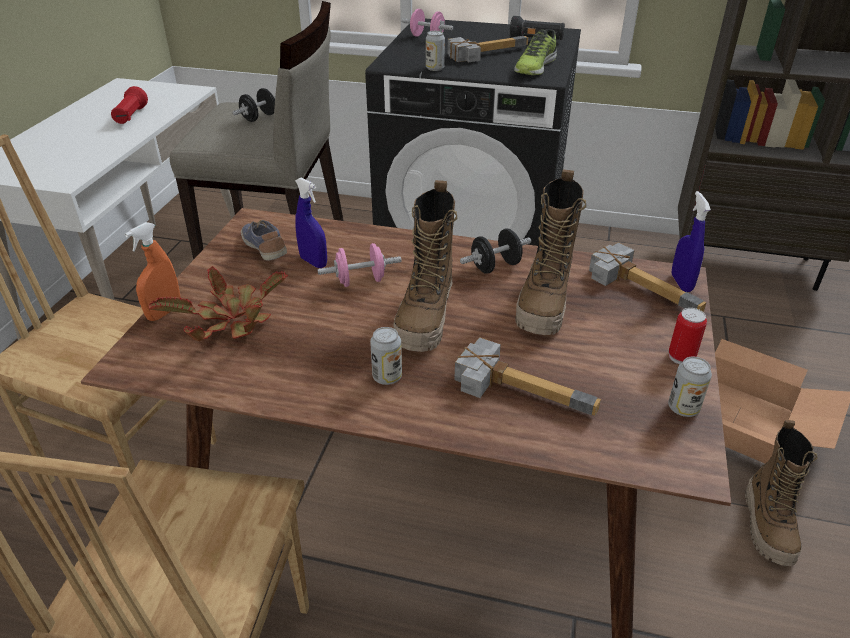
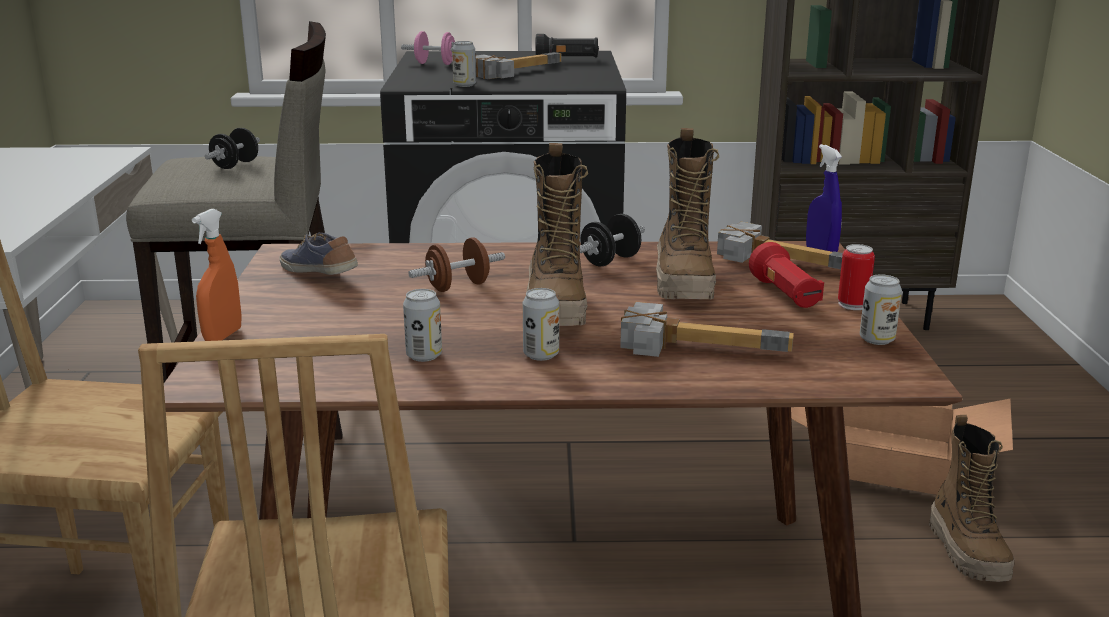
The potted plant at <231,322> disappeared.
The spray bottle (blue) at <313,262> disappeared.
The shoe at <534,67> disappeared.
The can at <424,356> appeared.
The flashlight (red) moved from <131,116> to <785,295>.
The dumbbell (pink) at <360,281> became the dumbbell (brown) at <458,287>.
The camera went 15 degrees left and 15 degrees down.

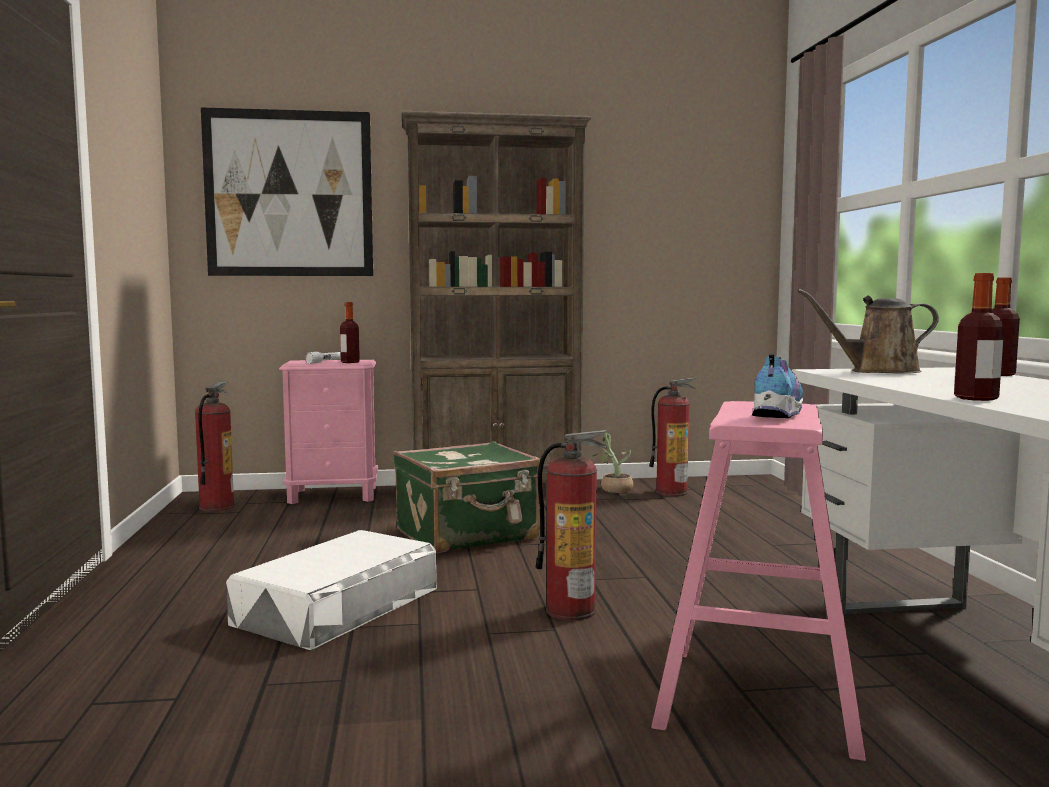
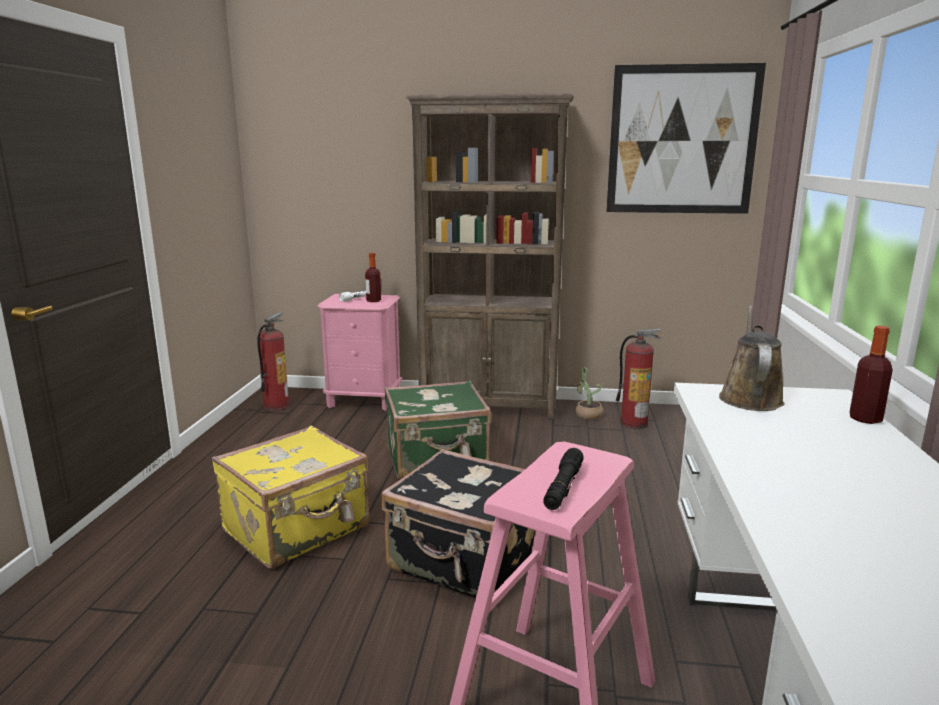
The bottle at <976,398> disappeared.
The picture moved from <289,194> to <682,140>.
The storage box (white) at <337,605> was replaced by the suitcase (yellow) at <298,529>.
The fire extinguisher at <571,610> was replaced by the suitcase (black) at <465,562>.
The shoe at <776,415> was replaced by the flashlight (black) at <563,487>.
The watering can (brown) at <878,371> turned 90 degrees clockwise.
The camera went 15 degrees right and 10 degrees up.

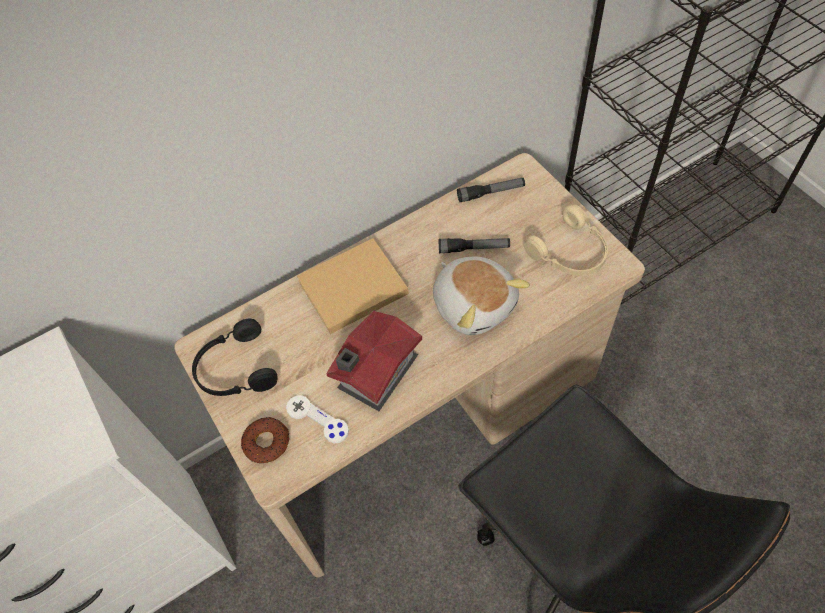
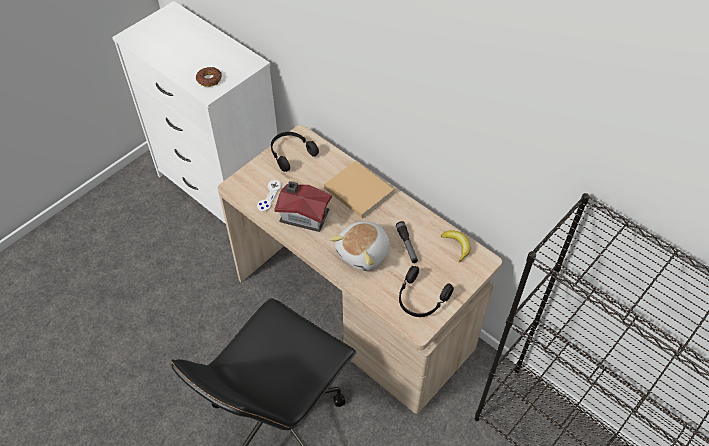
The donut moved from <266,442> to <209,79>.
The flashlight at <491,193> was replaced by the banana at <457,246>.
The headphones (beige) at <570,253> became the headphones (black) at <421,299>.
The camera went 70 degrees right and 5 degrees down.

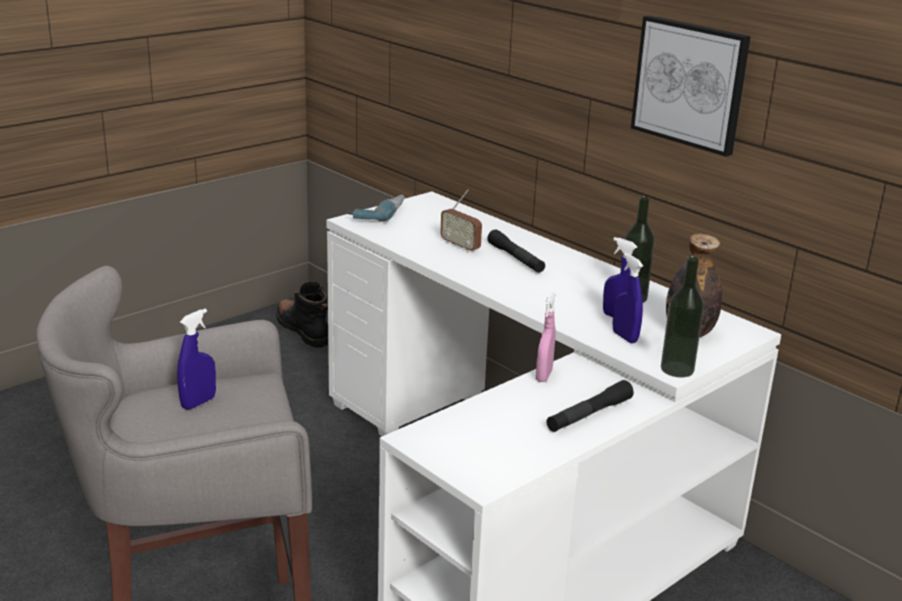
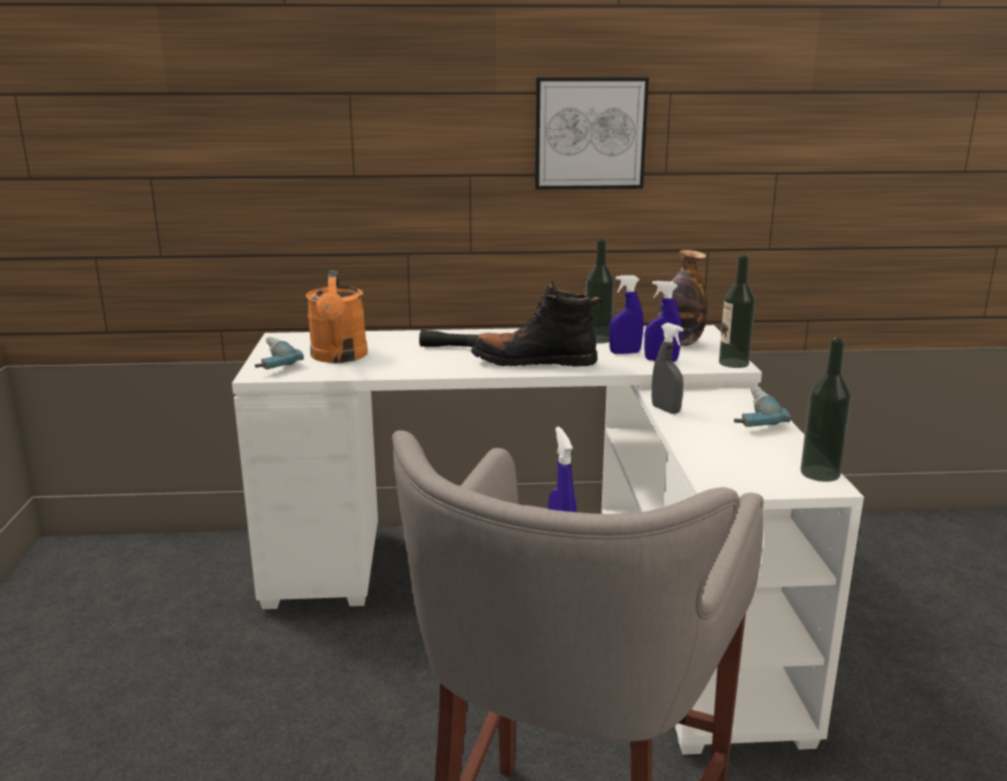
The radio at <460,246> disappeared.
The watering can (orange) at <339,357> appeared.
The bottle at <820,473> appeared.
The boot (black) moved from <303,331> to <534,362>.
The flashlight (black) at <589,415> was replaced by the power drill at <749,416>.
The spray bottle (pink) at <543,376> became the spray bottle (grey) at <665,409>.
The camera went 50 degrees left and 5 degrees down.

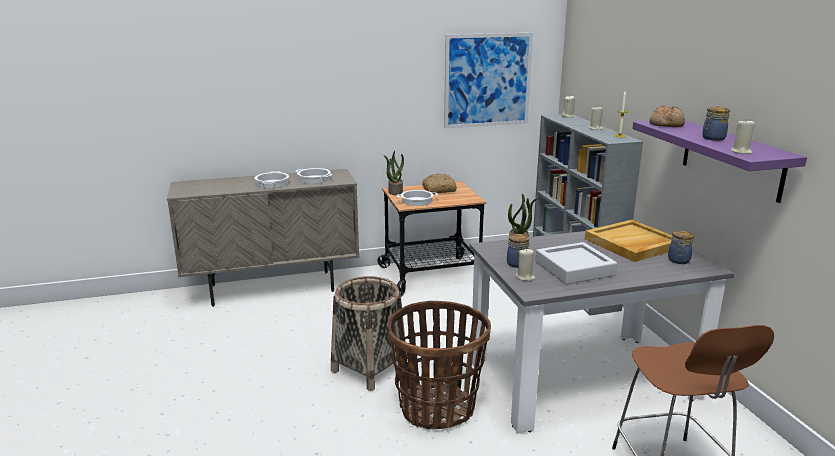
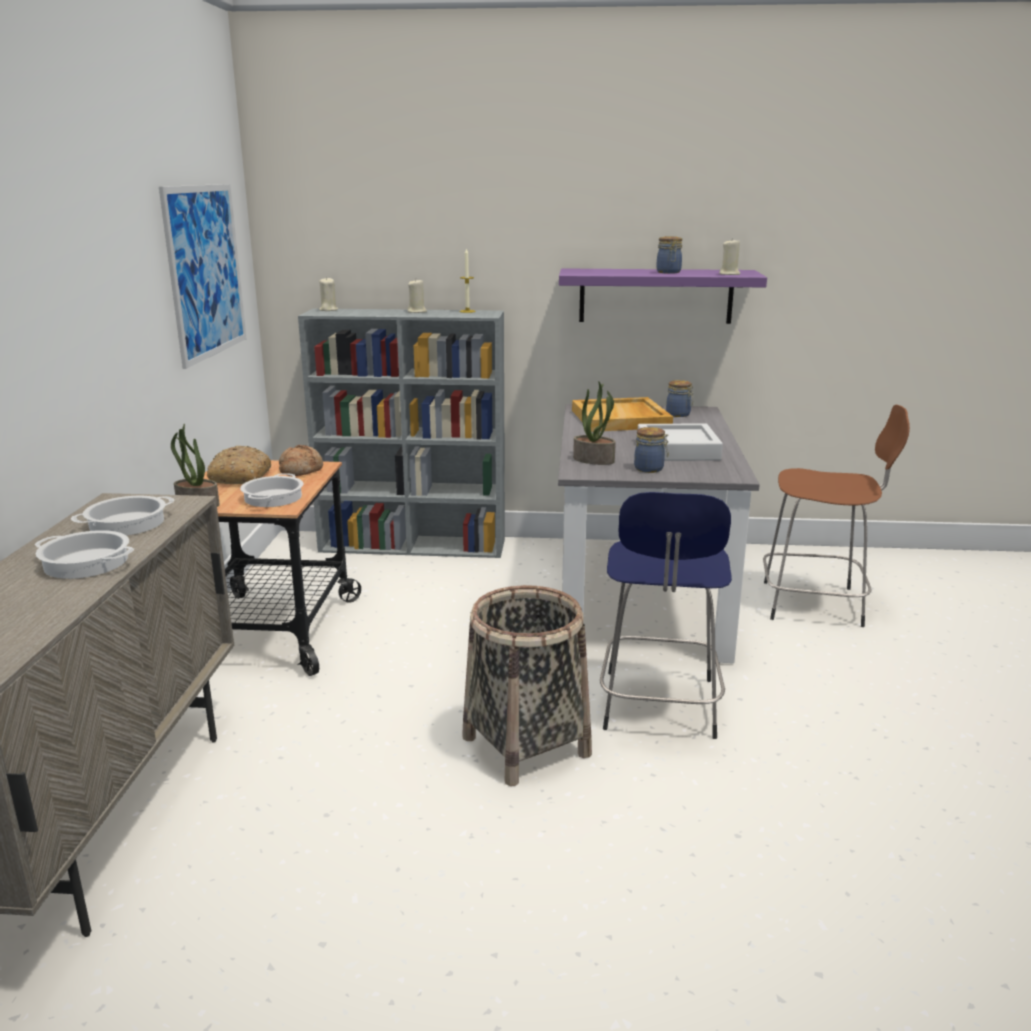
The candle (beige) at <525,277> disappeared.
The bread moved from <666,124> to <301,470>.
The basket at <437,408> was replaced by the stool (blue) at <659,707>.
The camera went 70 degrees left and 0 degrees up.

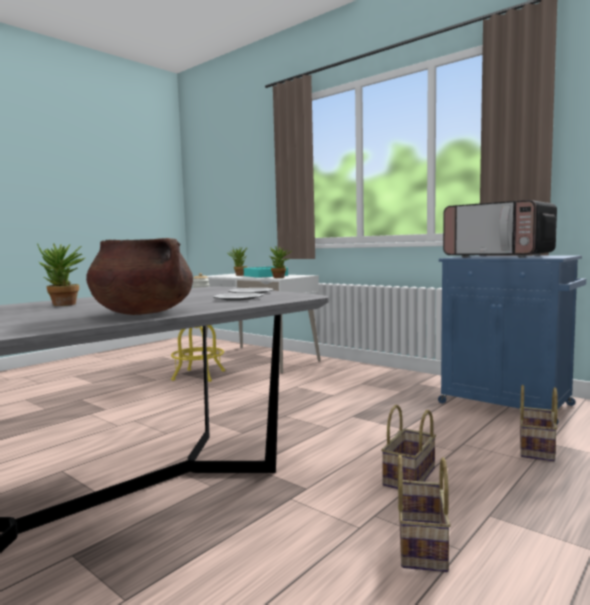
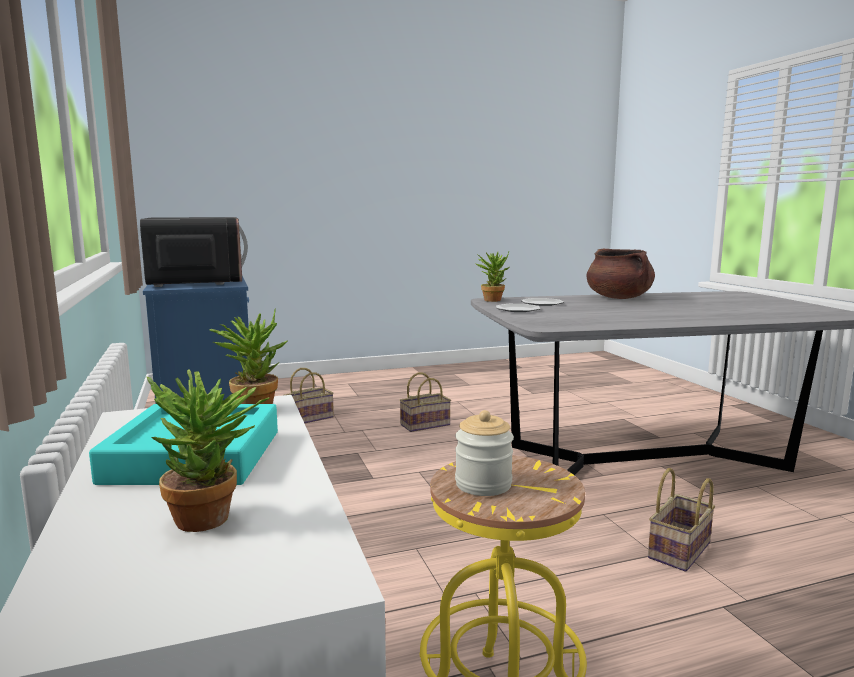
The potted plant moved from <64,305> to <492,300>.
The basket moved from <420,543> to <680,551>.
The camera went 150 degrees left and 5 degrees up.

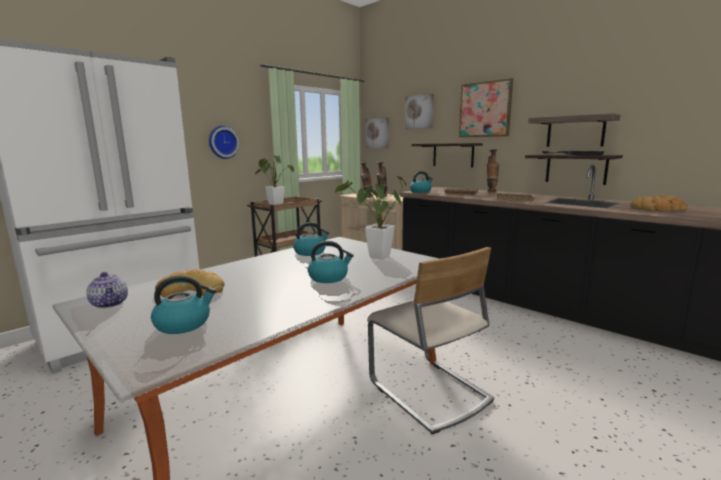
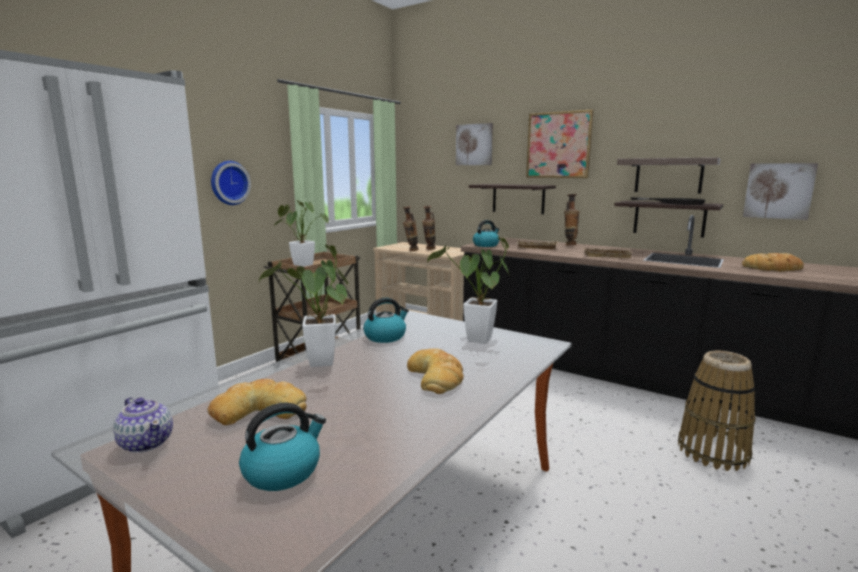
The chair (beige) at <428,392> disappeared.
The potted plant at <321,365> appeared.
The basket at <713,452> appeared.
The picture moved from <377,133> to <778,191>.
The kettle at <329,277> was replaced by the bread at <436,376>.
The camera went 10 degrees left and 0 degrees up.

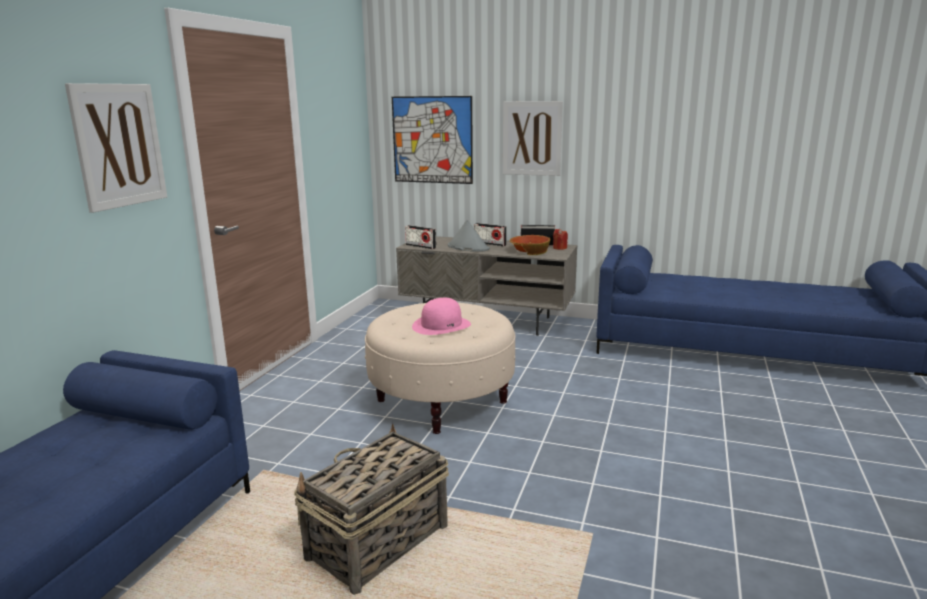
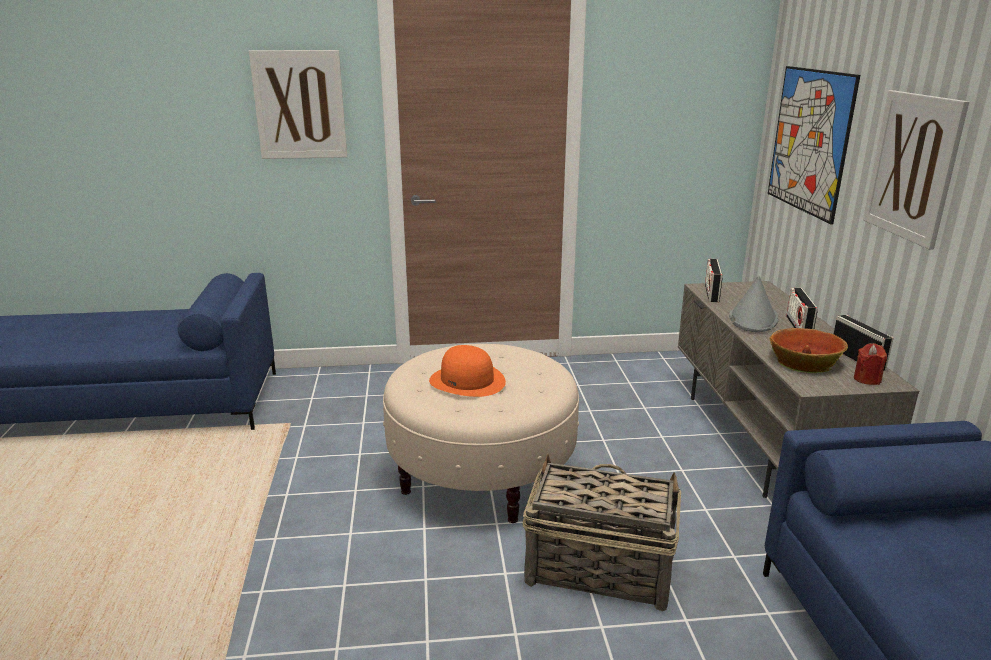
The basket moved from <376,543> to <597,568>.
The hat (pink) at <441,325> became the hat (orange) at <467,381>.
The camera went 65 degrees right and 5 degrees up.

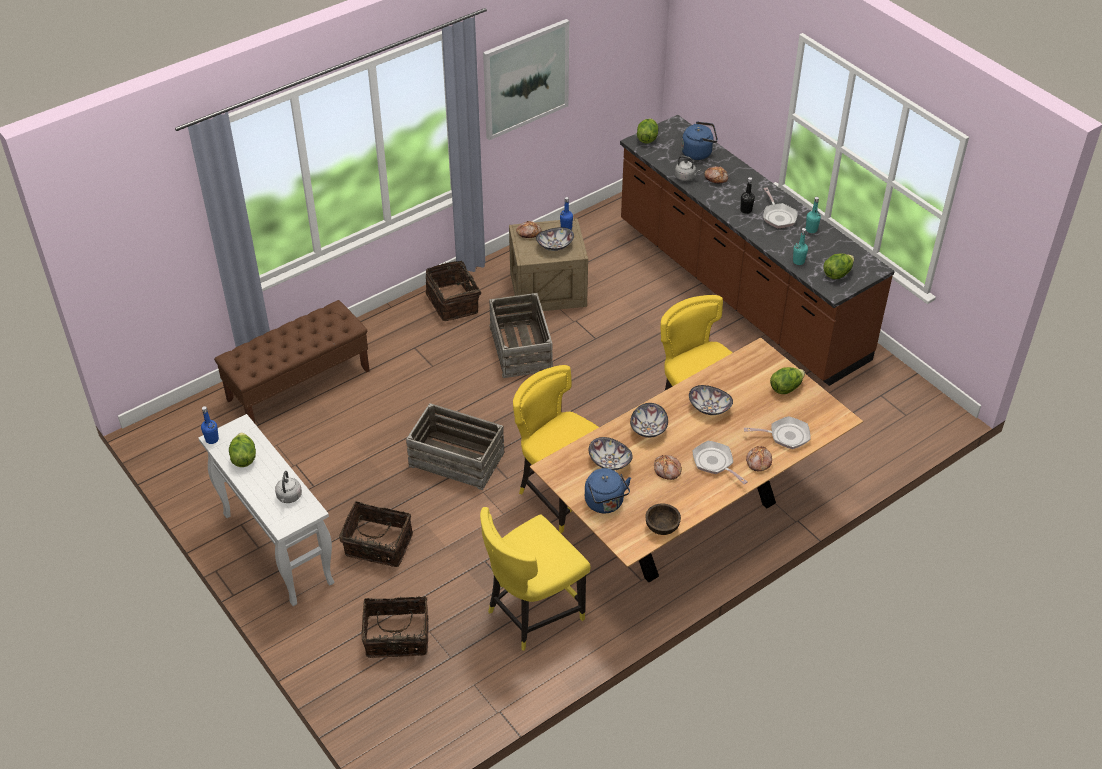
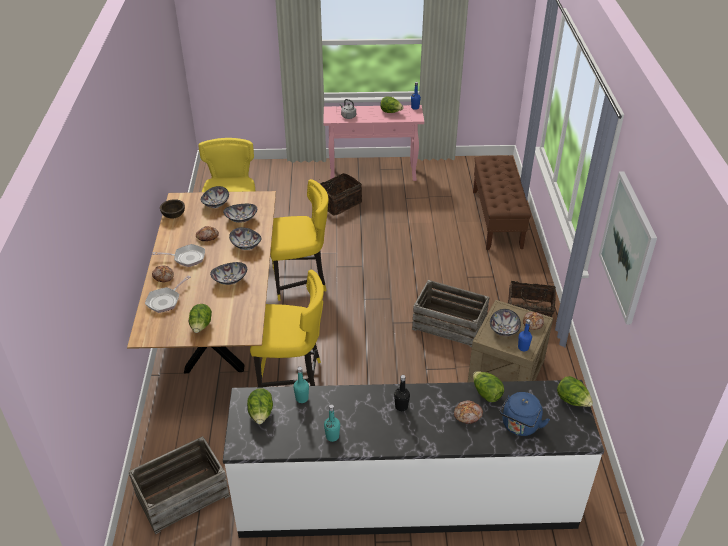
The basket at <397,639> disappeared.
The frying pan at <778,216> disappeared.
The crate moved from <456,460> to <182,494>.
The kettle (blue) at <605,503> was replaced by the bowl at <215,204>.
The kettle (grey) at <686,177> was replaced by the lettuce at <486,394>.
The console table (white) at <277,548> became the console table (pink) at <373,174>.
The counter (brown) at <739,291> became the counter (white) at <406,497>.
The camera went 125 degrees right and 5 degrees down.

